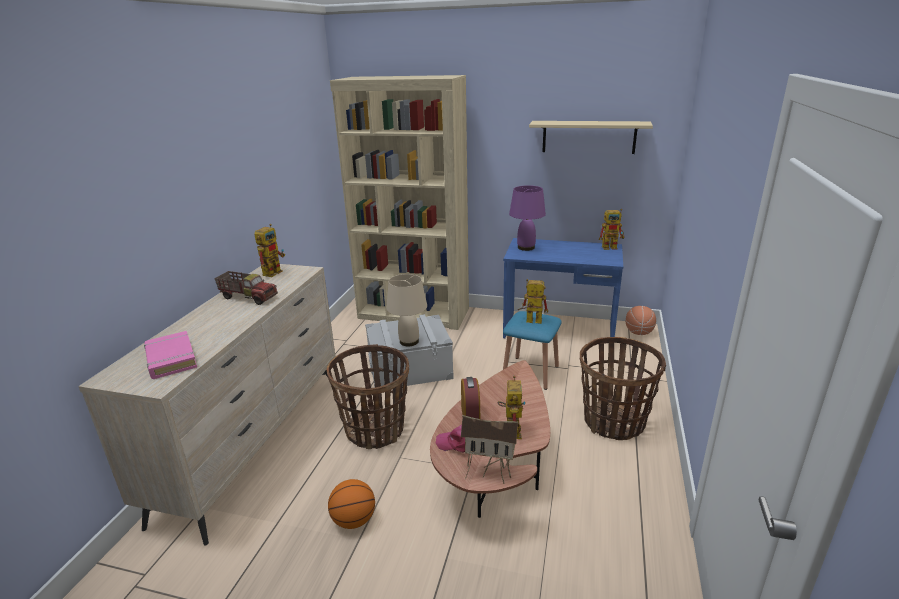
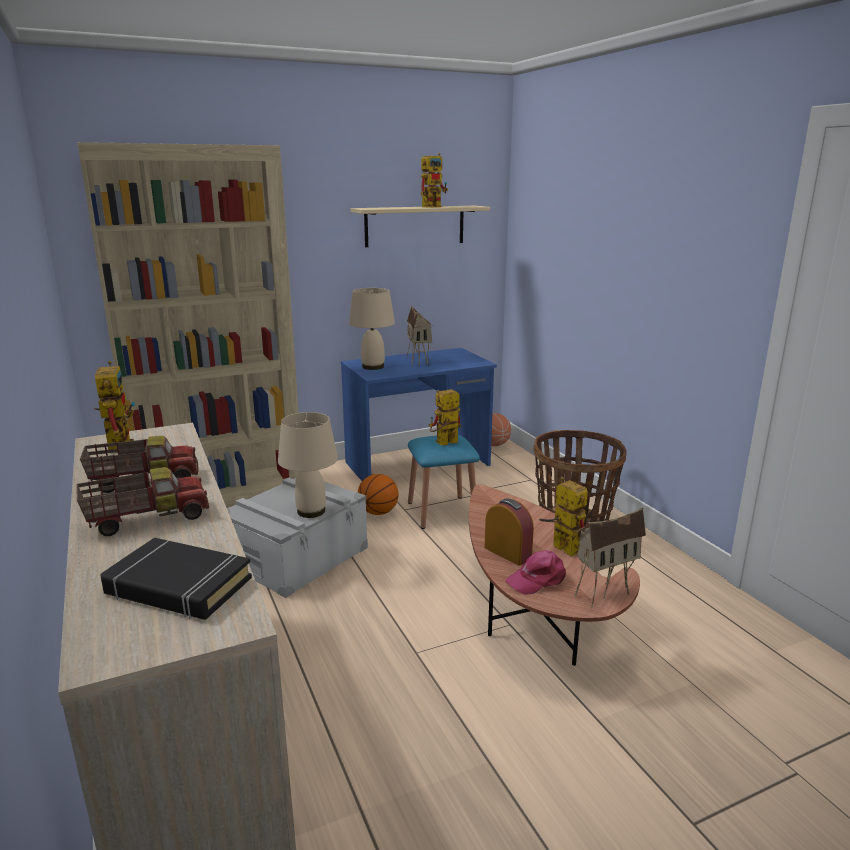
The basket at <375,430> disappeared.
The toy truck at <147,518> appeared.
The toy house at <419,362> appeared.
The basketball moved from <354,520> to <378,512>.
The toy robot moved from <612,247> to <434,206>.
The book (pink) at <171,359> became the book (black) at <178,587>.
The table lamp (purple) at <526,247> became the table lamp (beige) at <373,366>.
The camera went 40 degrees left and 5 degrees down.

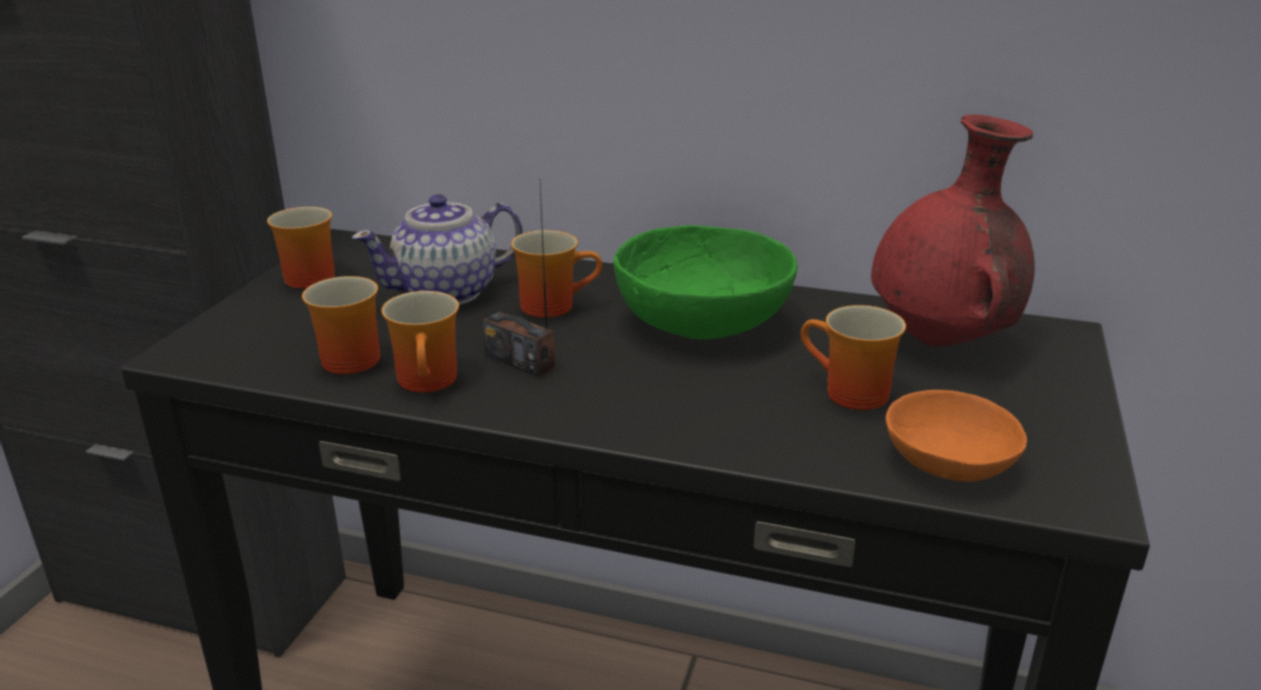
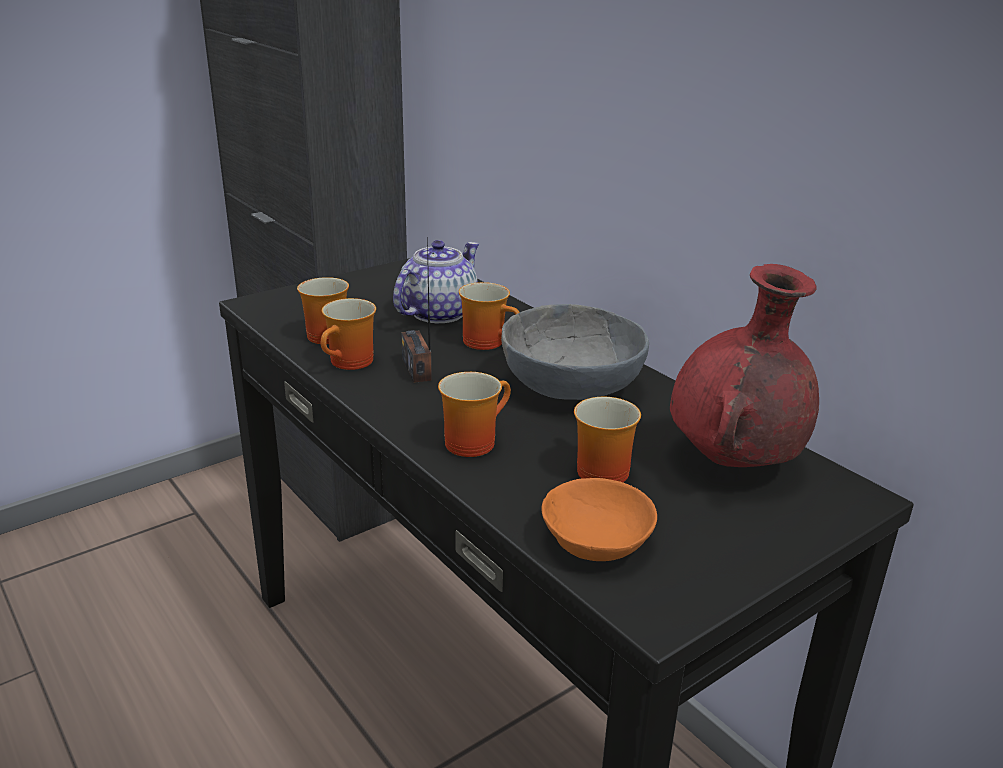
The mug moved from <309,276> to <471,440>.
The bowl (green) at <703,323> became the bowl (grey) at <570,386>.
The teapot at <447,292> turned 120 degrees clockwise.
The camera went 35 degrees right and 0 degrees up.

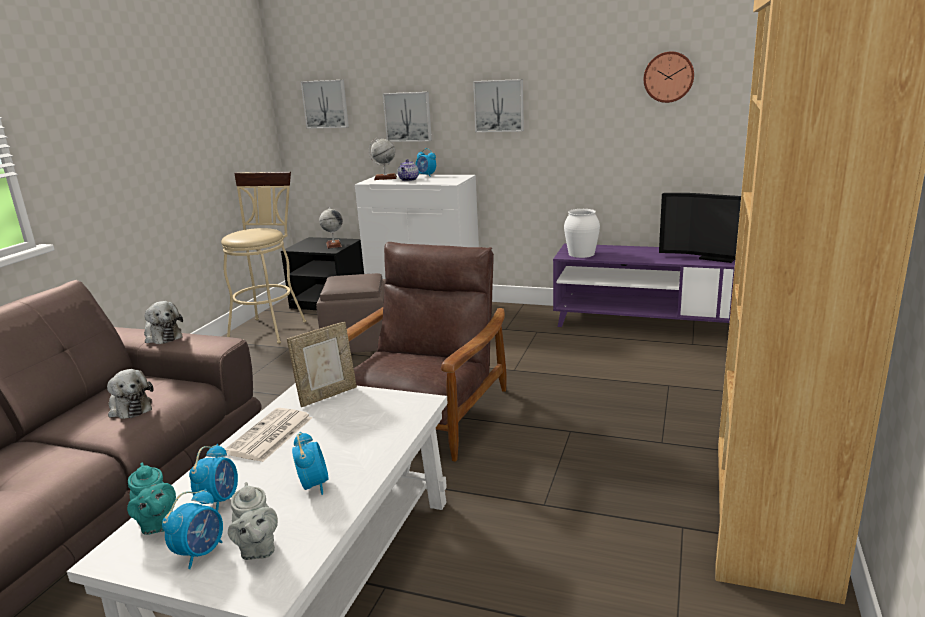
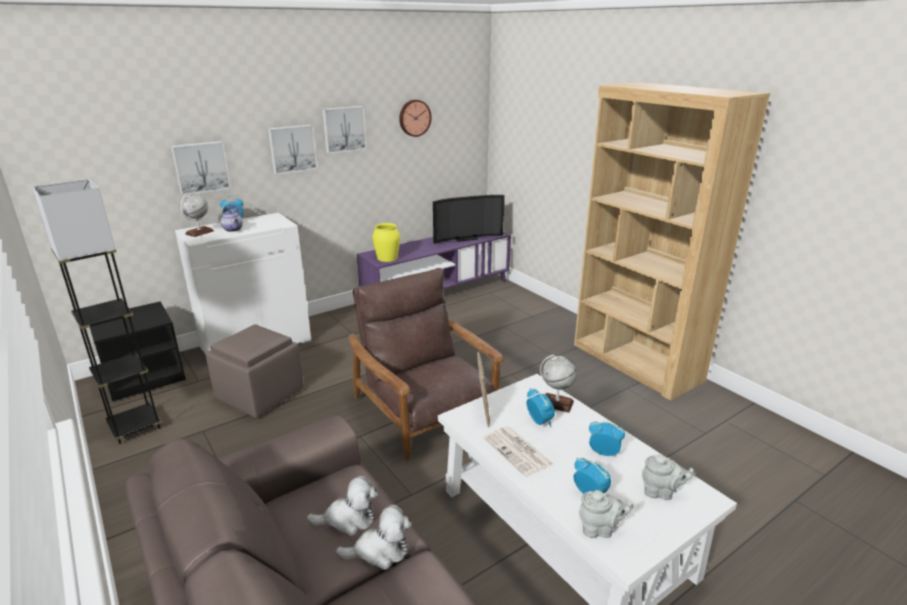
The plush toy moved from <162,336> to <380,551>.
The alarm clock moved from <200,552> to <539,421>.
The picture moved from <326,104> to <344,129>.
The globe moved from <334,245> to <556,403>.
The stool (beige) at <270,328> was replaced by the floor lamp (grey) at <135,426>.
The teapot (turquoise) at <157,525> became the teapot (grey) at <600,529>.
The vase (white) at <581,254> became the vase (yellow) at <387,258>.
The camera went 55 degrees left and 5 degrees up.

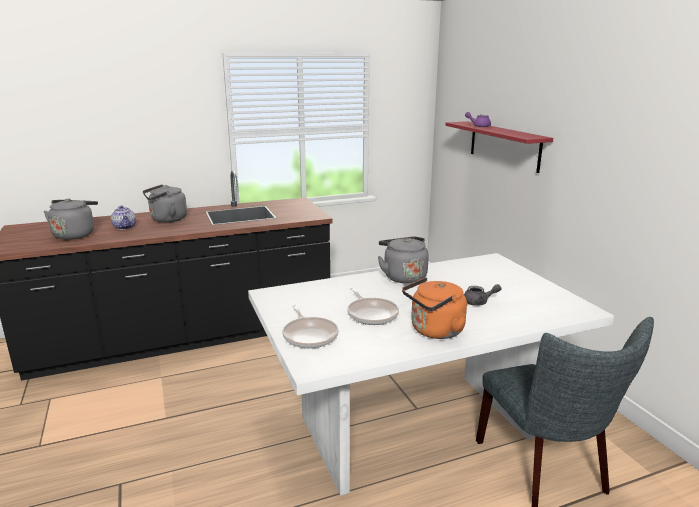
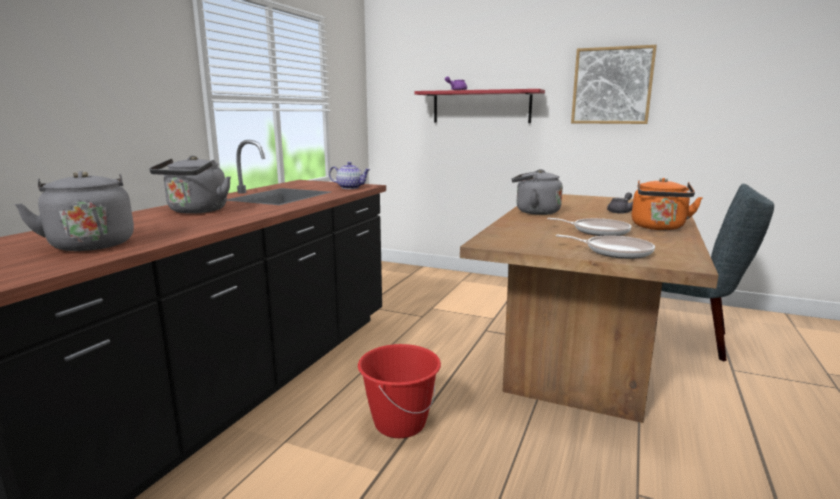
The bucket (red) at <399,423> appeared.
The picture at <612,86> appeared.
The teapot moved from <125,227> to <350,187>.
The dining table (white) at <415,426> became the dining table (brown) at <581,353>.
The camera went 45 degrees left and 5 degrees down.

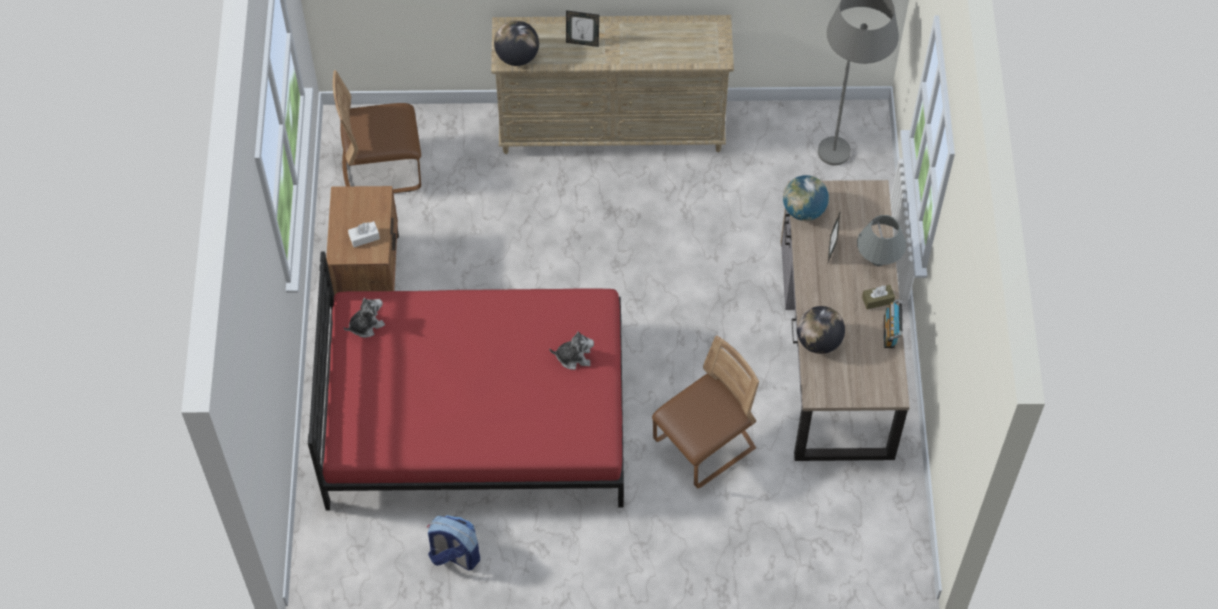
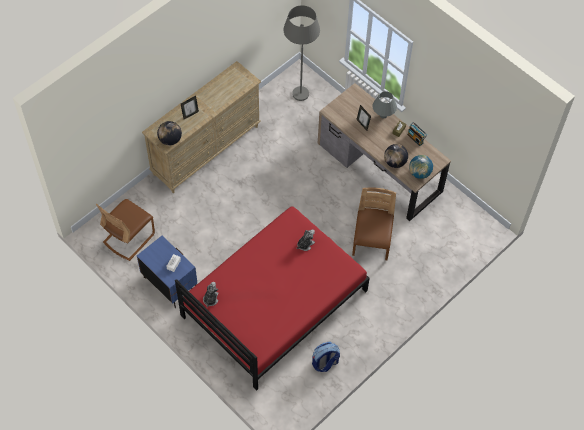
The globe moved from <804,210> to <419,173>.
The nightstand (brown) at <368,272> became the nightstand (blue) at <169,284>.
The camera went 45 degrees left and 0 degrees up.

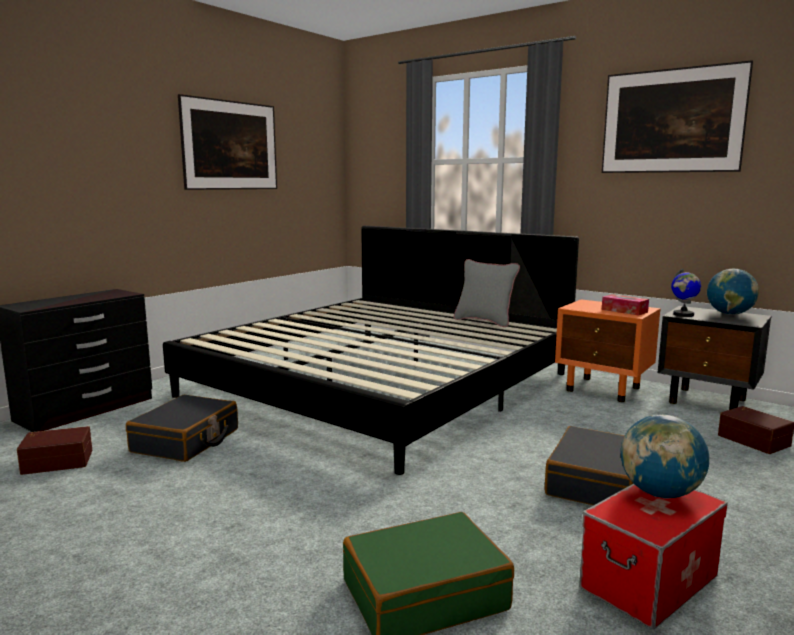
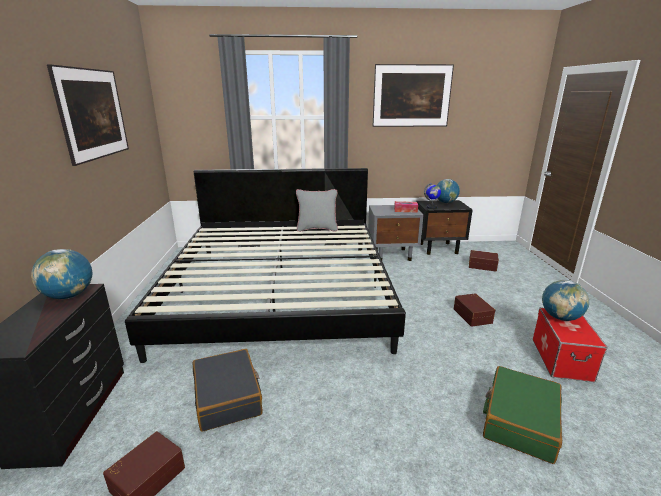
The globe at <69,296> appeared.
The suitcase (black) at <595,483> was replaced by the storage box (brown) at <473,315>.
The nightstand (orange) at <604,389> became the nightstand (grey) at <392,255>.
The camera went 40 degrees left and 10 degrees up.

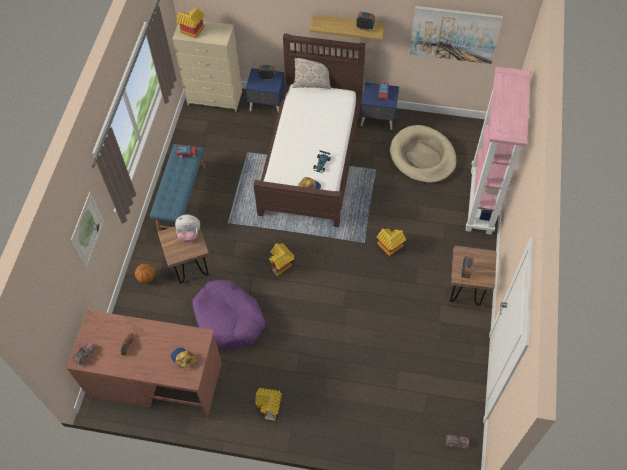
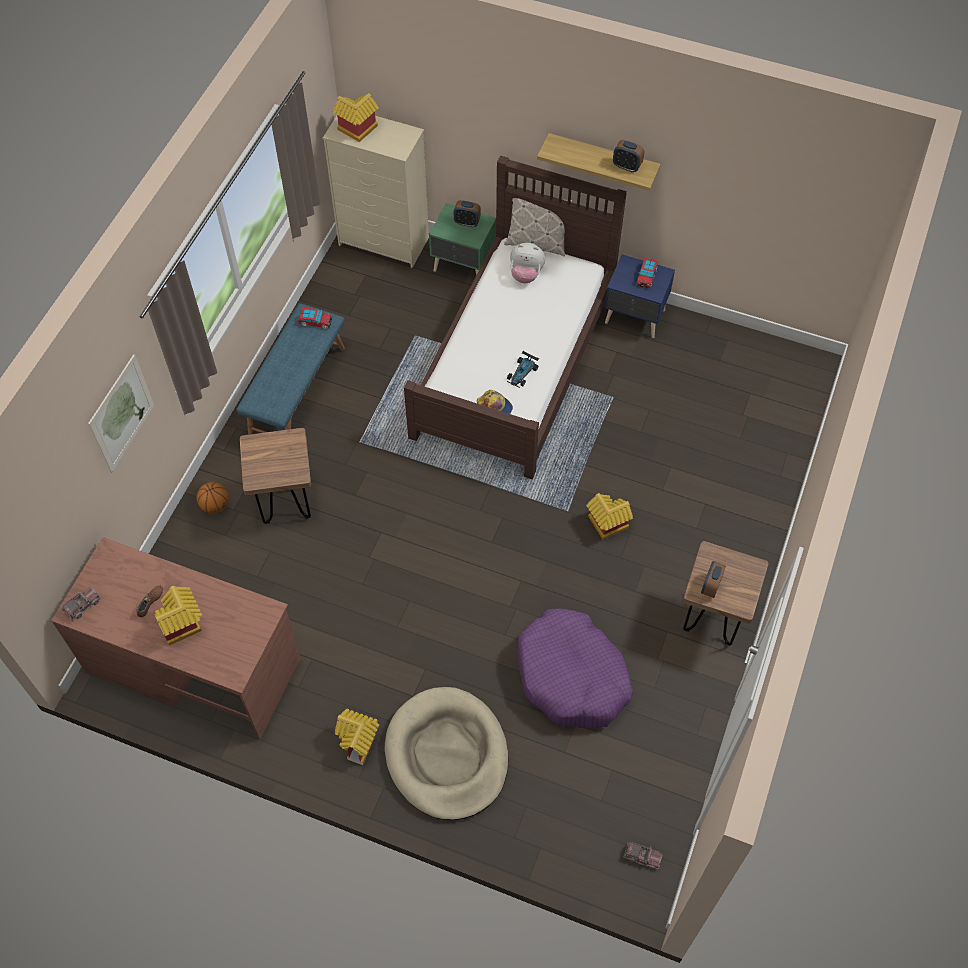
The cap at <183,358> disappeared.
The picture at <454,34> disappeared.
The bookcase (pink) at <481,201> disappeared.
The plush toy moved from <189,234> to <526,274>.
The dog bed (purple) moved from <229,319> to <572,676>.
The toy house moved from <282,265> to <184,627>.
The dog bed (beige) moved from <422,157> to <447,755>.
The nightstand (blue) at <267,105> became the nightstand (green) at <463,266>.
The camera went 10 degrees right and 0 degrees up.

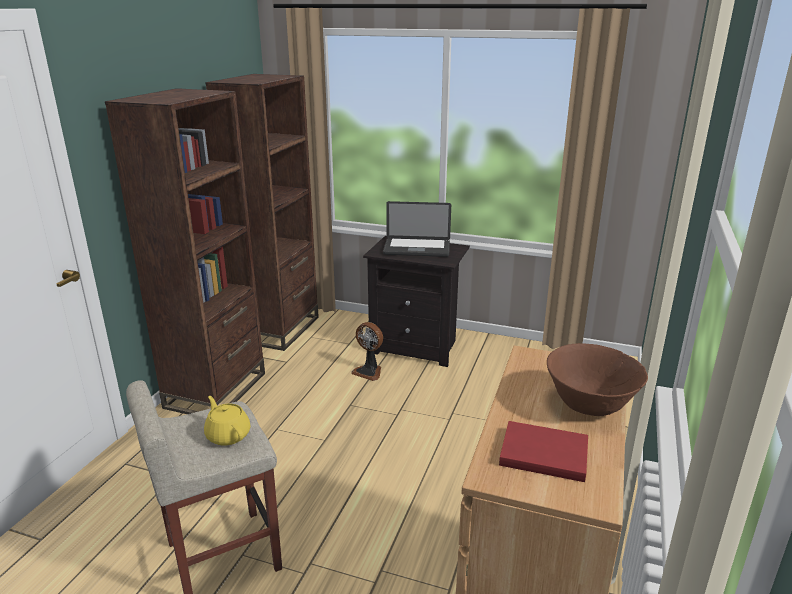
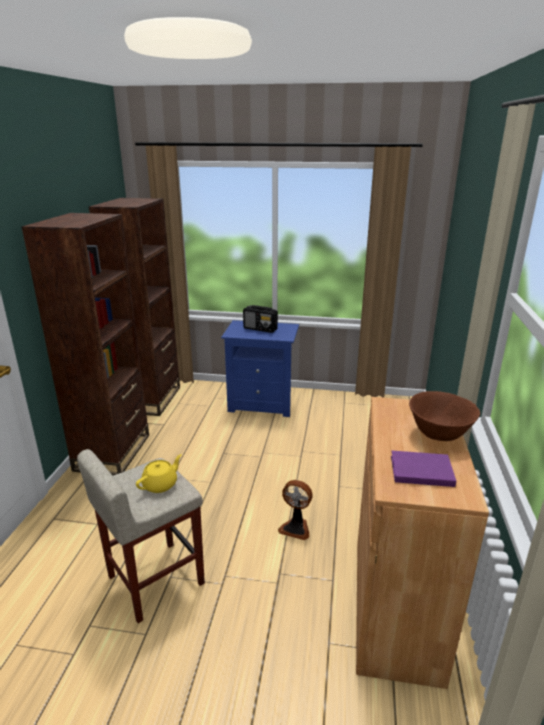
The fan moved from <369,371> to <296,528>.
The laptop at <417,249> was replaced by the radio at <260,329>.
The nightstand (black) at <416,347> became the nightstand (blue) at <262,404>.
The book (red) at <541,452> became the book (purple) at <419,470>.
The teapot (yellow) at <228,435> turned 90 degrees clockwise.
The camera went 10 degrees left and 0 degrees up.

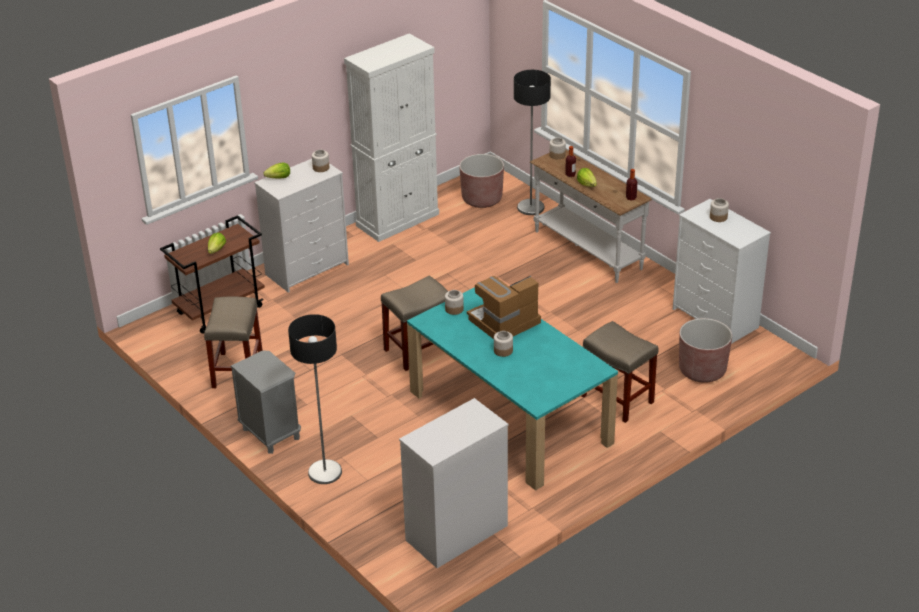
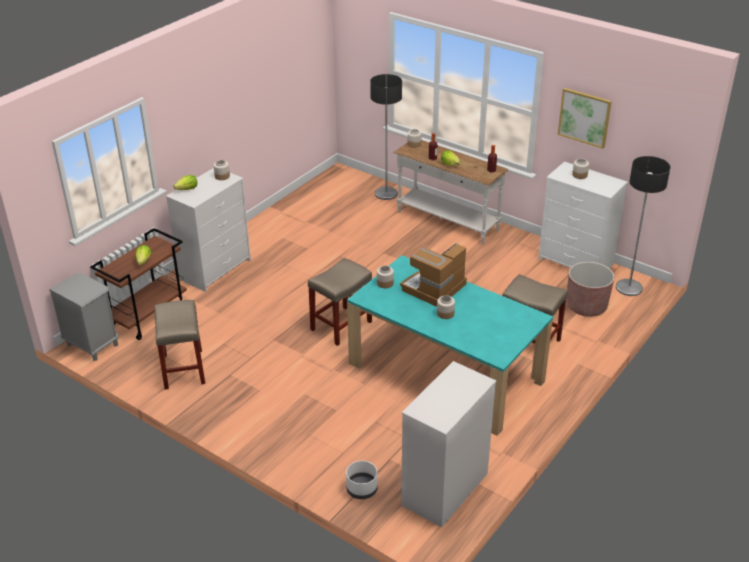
The cabinet (white) at <398,220> disappeared.
The planter (brown) at <482,199> disappeared.
The planter (white) at <361,489> appeared.
The picture at <584,117> appeared.
The nightstand (grey) moved from <270,434> to <92,345>.
The floor lamp moved from <324,472> to <628,288>.
The camera went 15 degrees left and 0 degrees up.

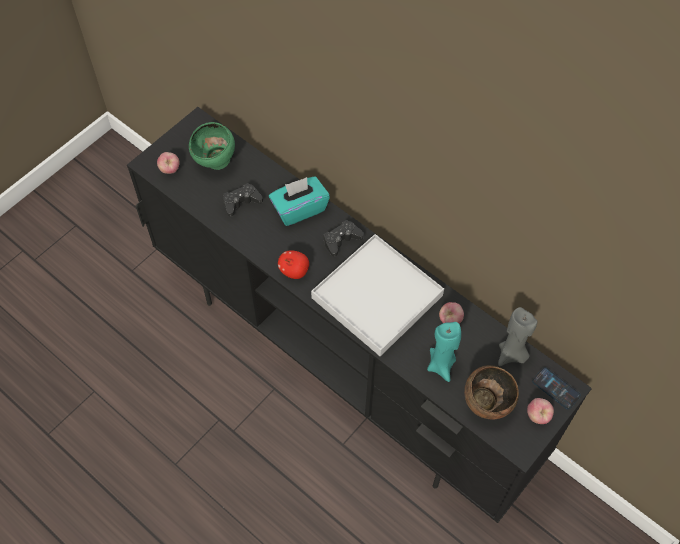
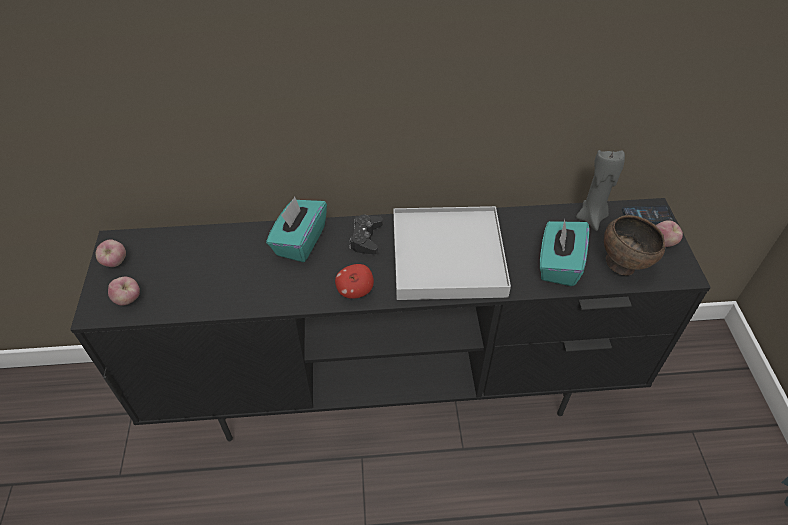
The bowl (green) at <215,163> disappeared.
The game controller (black) at <241,202> disappeared.
The apple moved from <450,320> to <115,263>.
The candle (turquoise) at <441,365> was replaced by the tissue box (turquoise) at <558,265>.
The camera went 45 degrees left and 10 degrees down.

